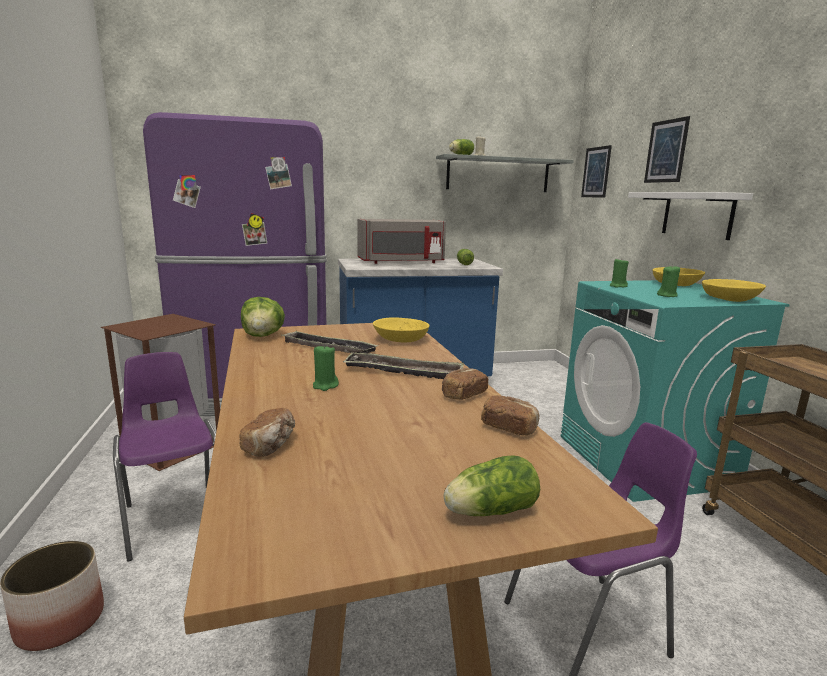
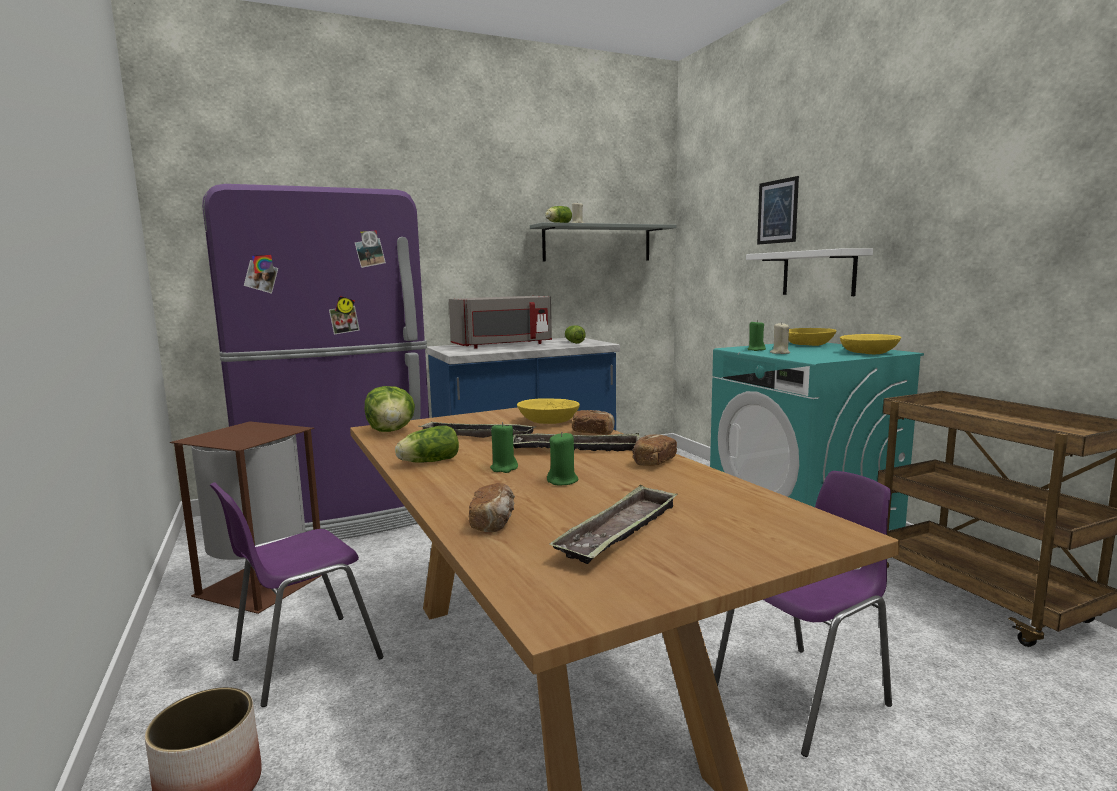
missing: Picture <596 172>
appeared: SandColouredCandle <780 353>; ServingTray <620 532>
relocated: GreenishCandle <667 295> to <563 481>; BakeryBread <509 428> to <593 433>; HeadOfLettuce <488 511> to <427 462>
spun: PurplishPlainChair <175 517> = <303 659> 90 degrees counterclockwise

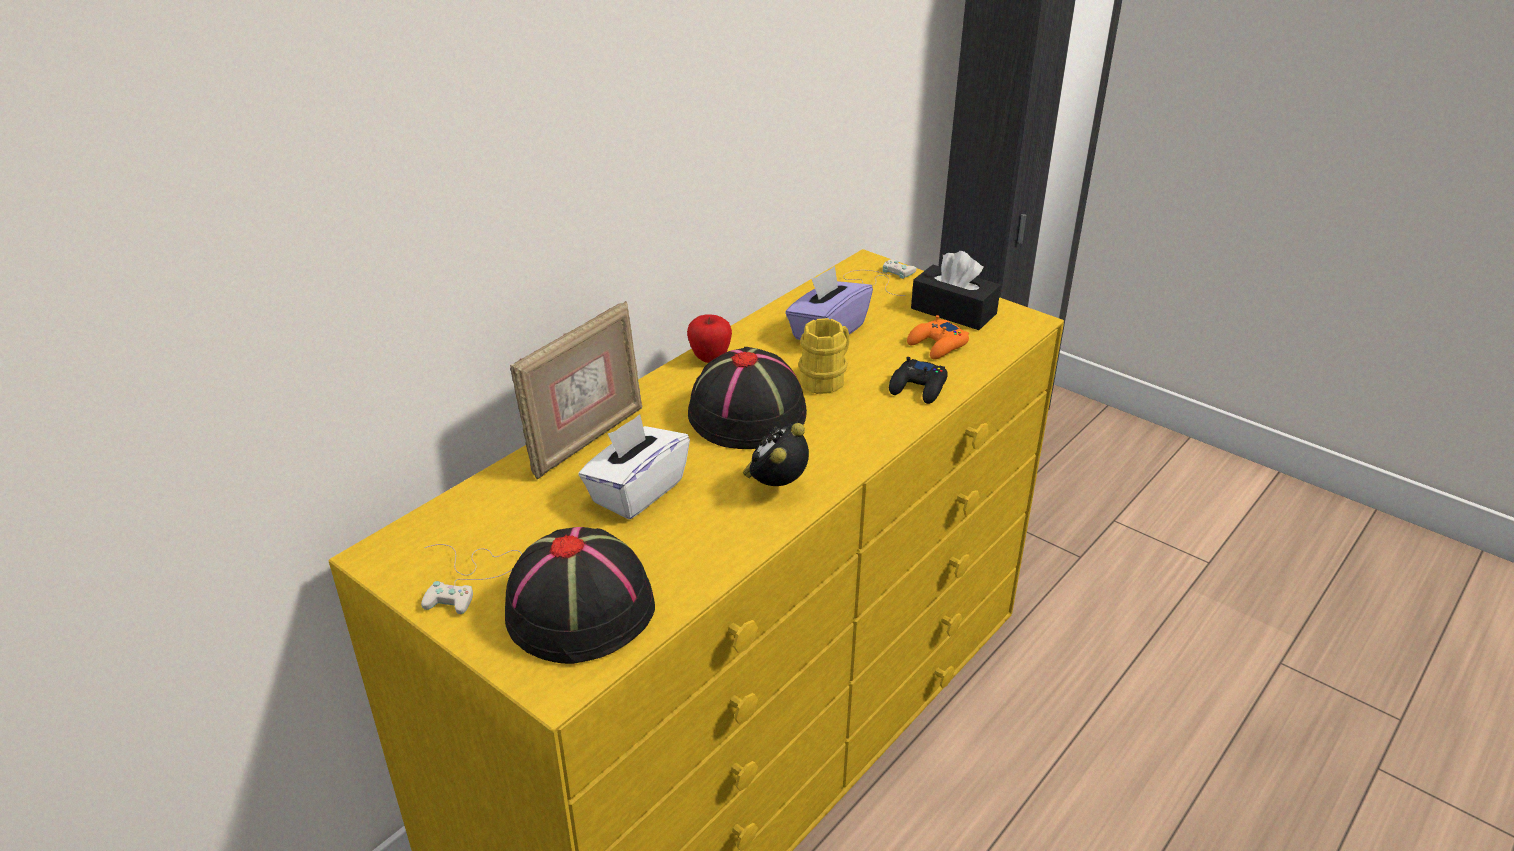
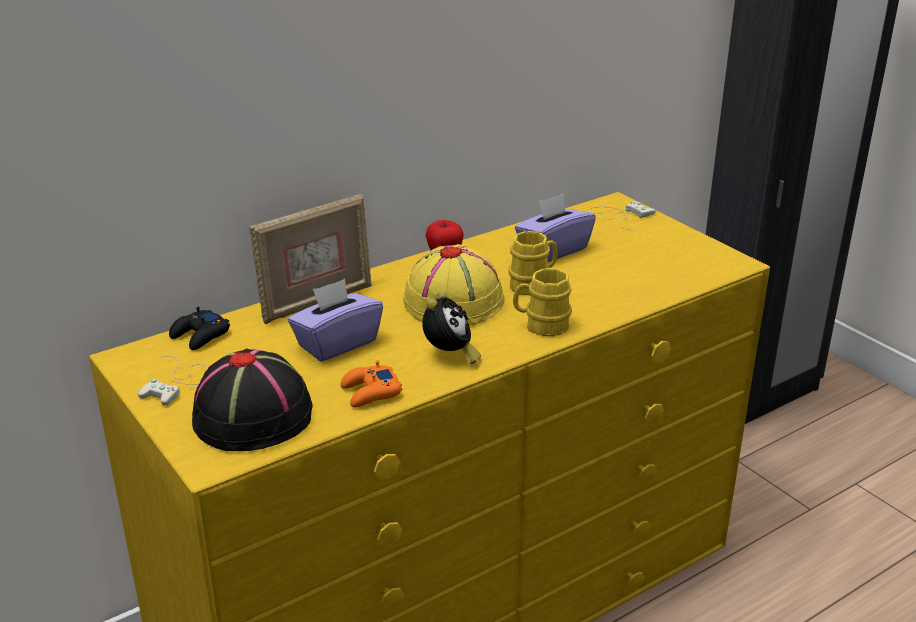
missing: BlackColouredBoxOfTissues <953 311>
appeared: YellowColouredCoffeeMug <541 325>
relocated: OrangeGameController <937 345> to <370 392>; BlackColouredGameController <918 388> to <200 336>
colour: BlackColouredWearableHat <748 414> to YellowColouredWearableHat <454 301>; WhitishBoxOfTissues <636 491> to PurplishBoxOfTissues <337 343>
spun: TableClock <776 486> = <449 356> 150 degrees clockwise

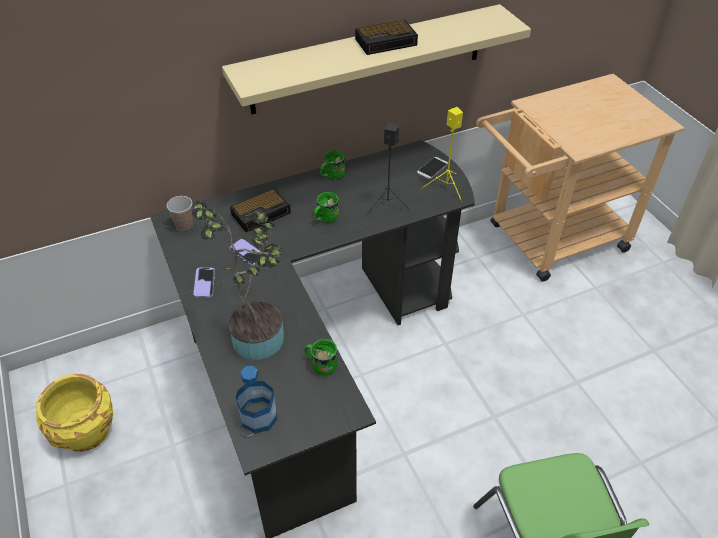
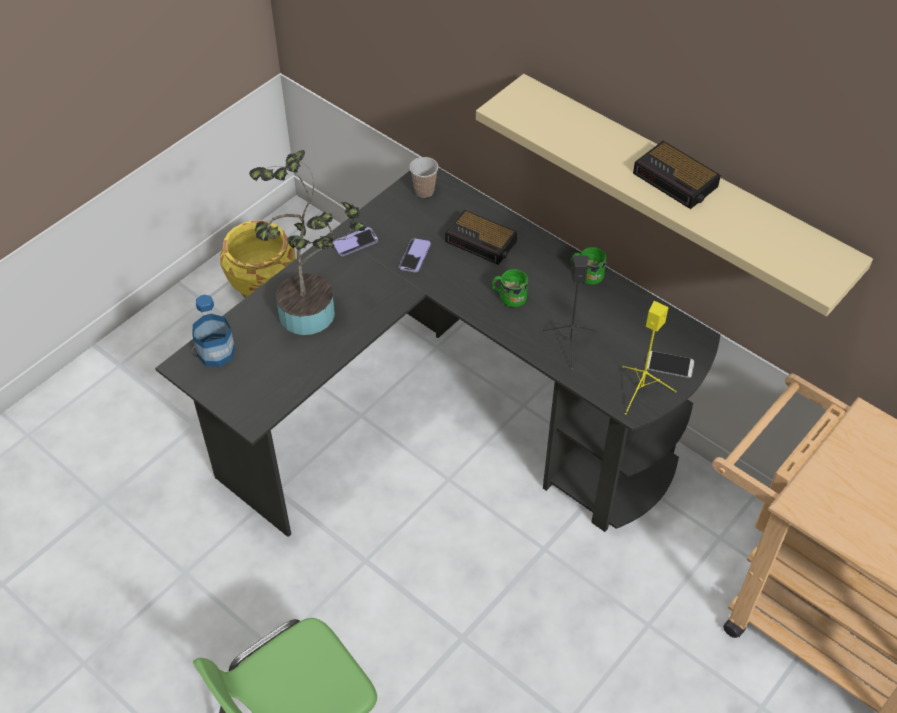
missing: GreenishCoffeeMug <321 364>

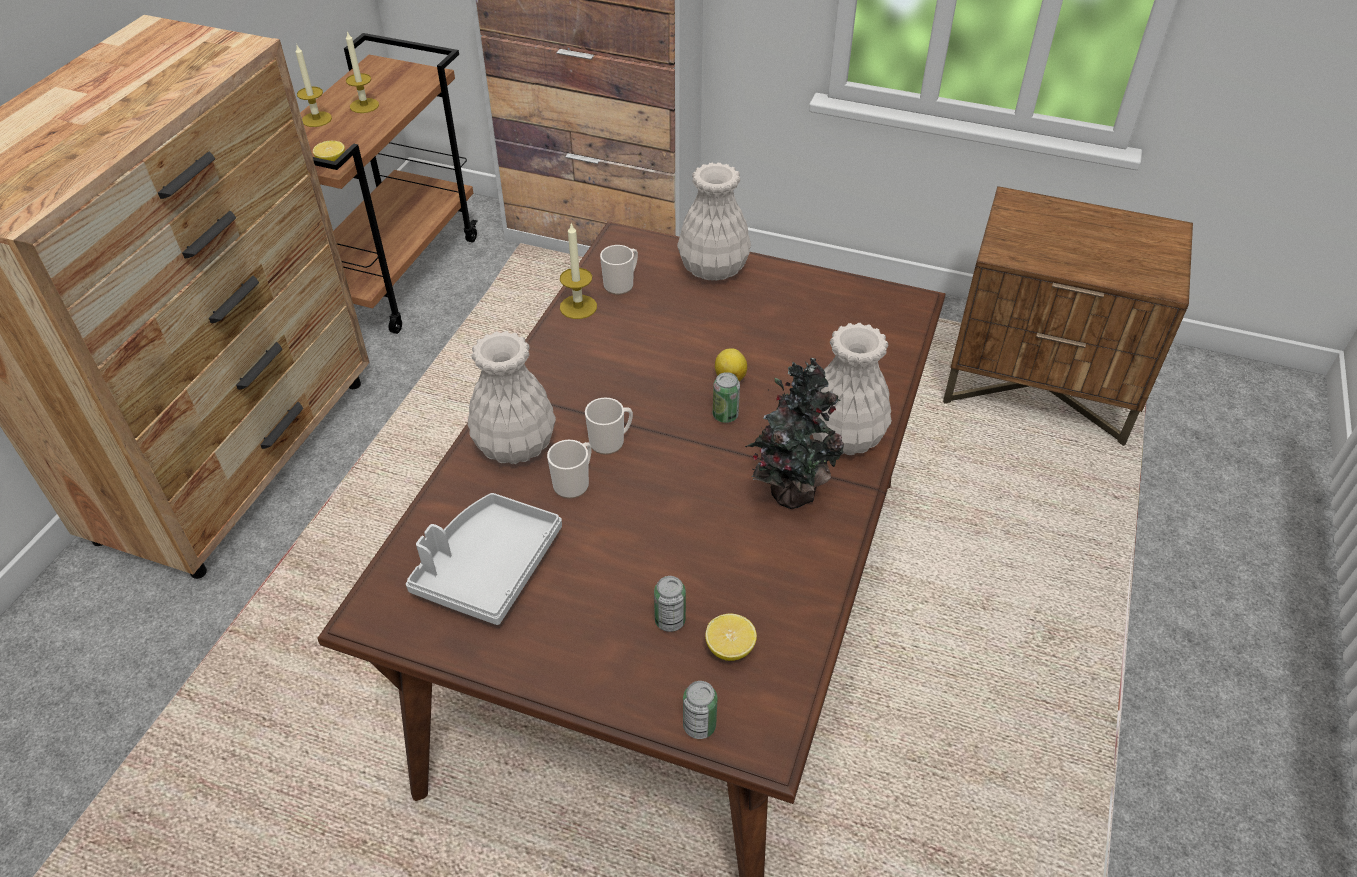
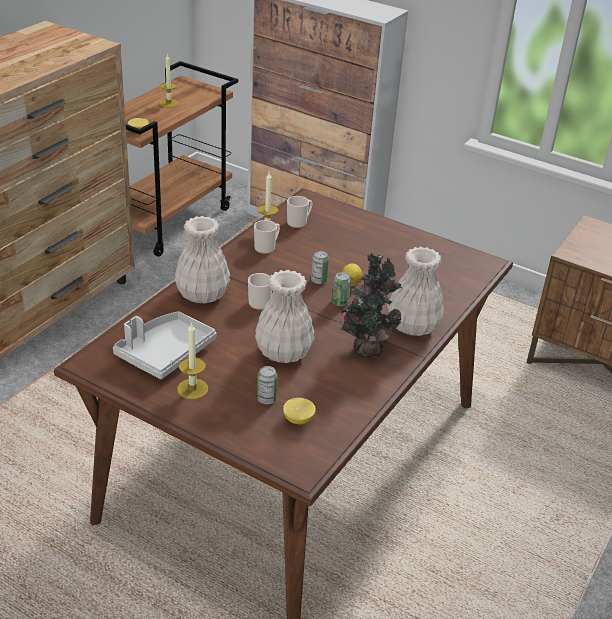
relocated: Candle <316 119> to <192 389>; WhitishFlowerVase <712 269> to <283 352>; CoffeeMug <574 483> to <267 247>; MetalCan <699 725> to <318 280>

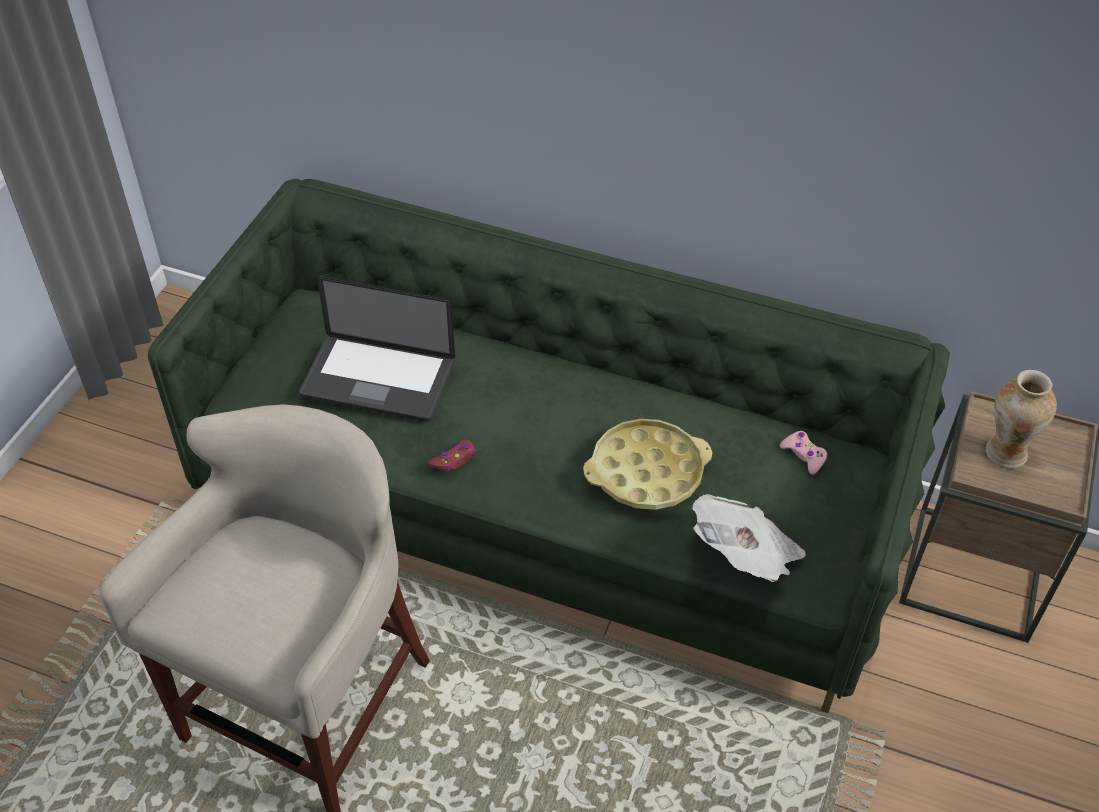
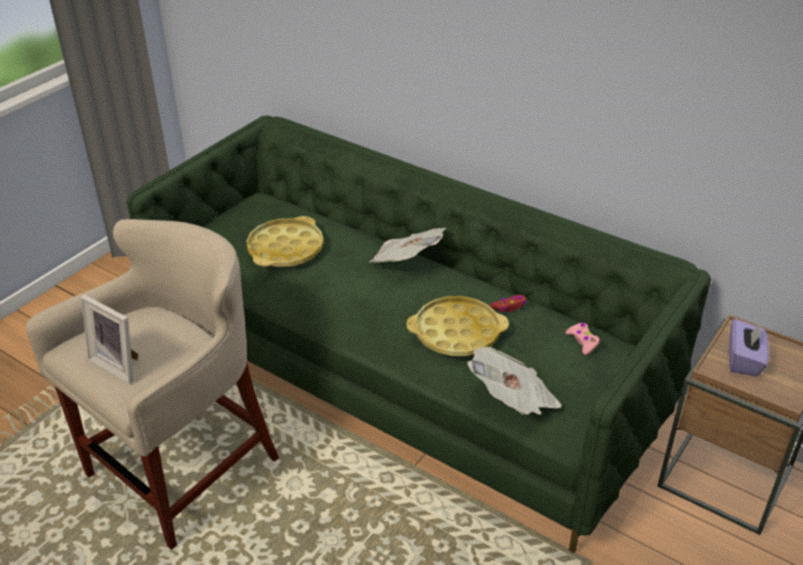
appeared: Newspaper <406 261>; PhotoFrame <119 364>
relocated: RedGameController <454 460> to <509 306>
exchanged: NotebookComputer <378 380> to YellowColouredServingTray <286 249>; FlowerVase <1004 453> to PurplishBoxOfTissues <744 360>

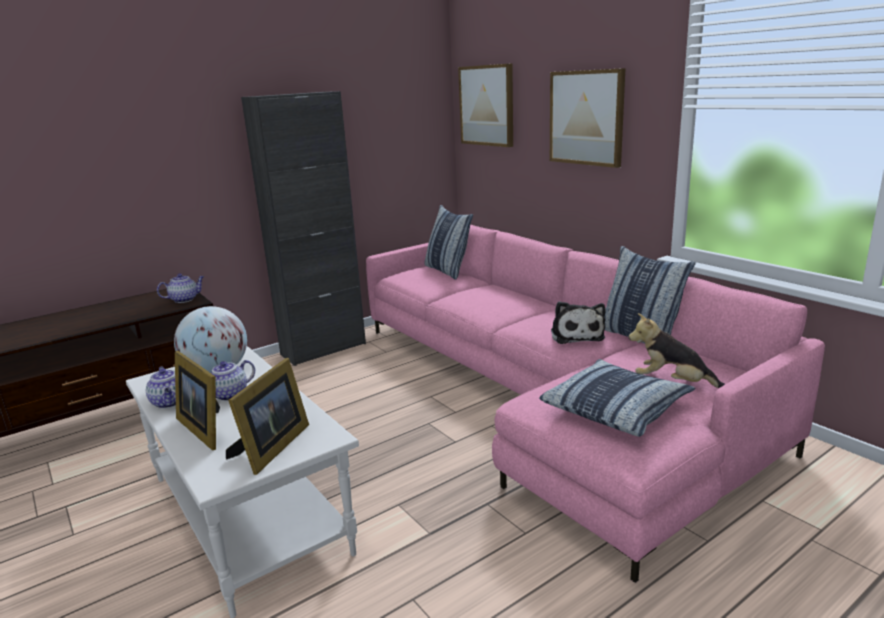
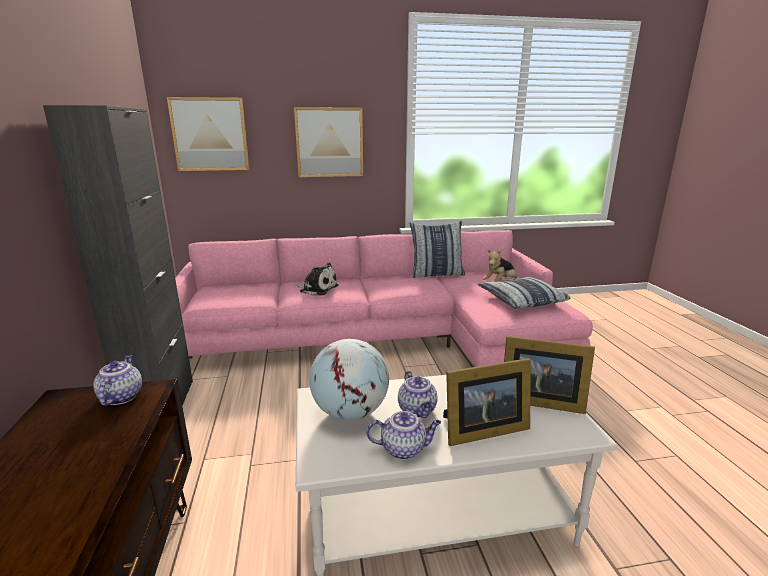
missing: Cushion <448 271>
relocated: SoftToy <576 335> to <317 289>
spun: PhotoFrame <271 448> = <538 400> 150 degrees clockwise

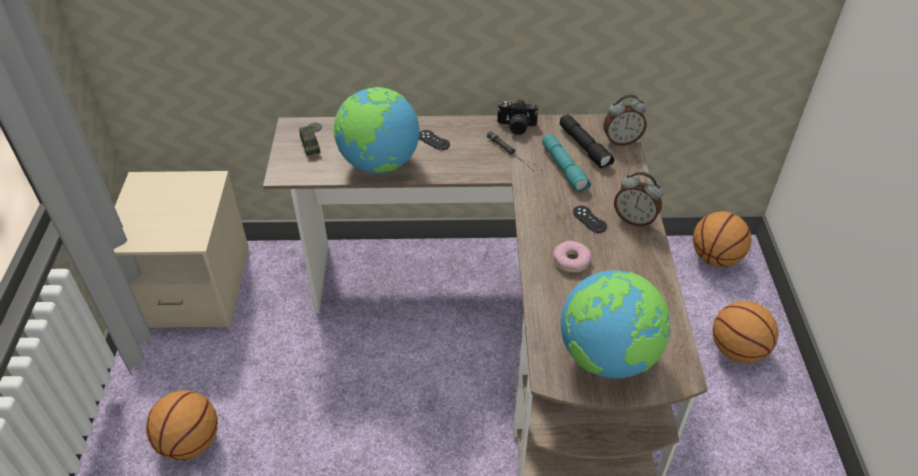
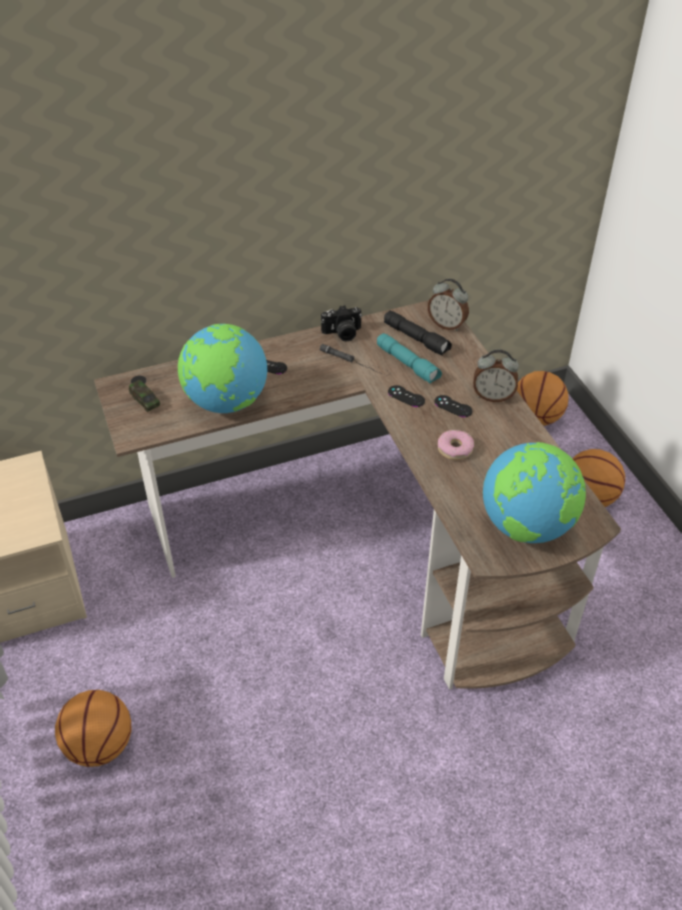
appeared: BlackColouredGameController <406 396>
spun: TableClock <621 140> = <447 325> 60 degrees clockwise

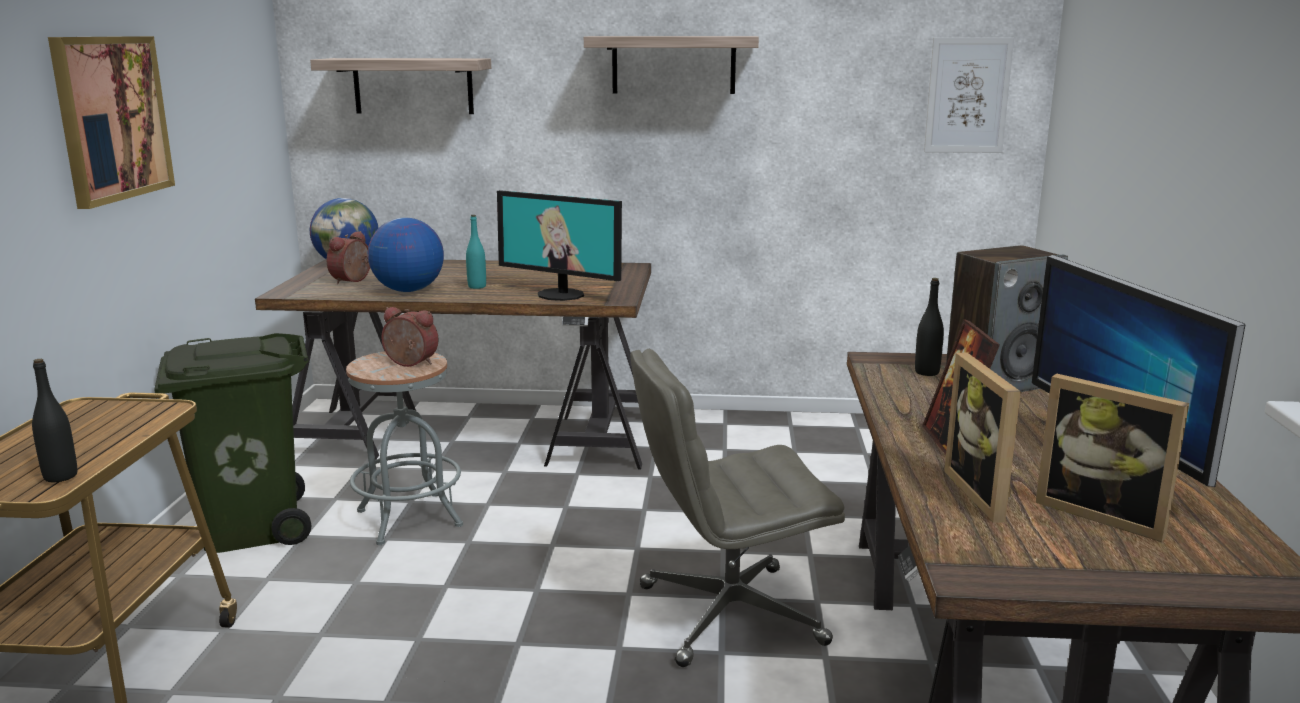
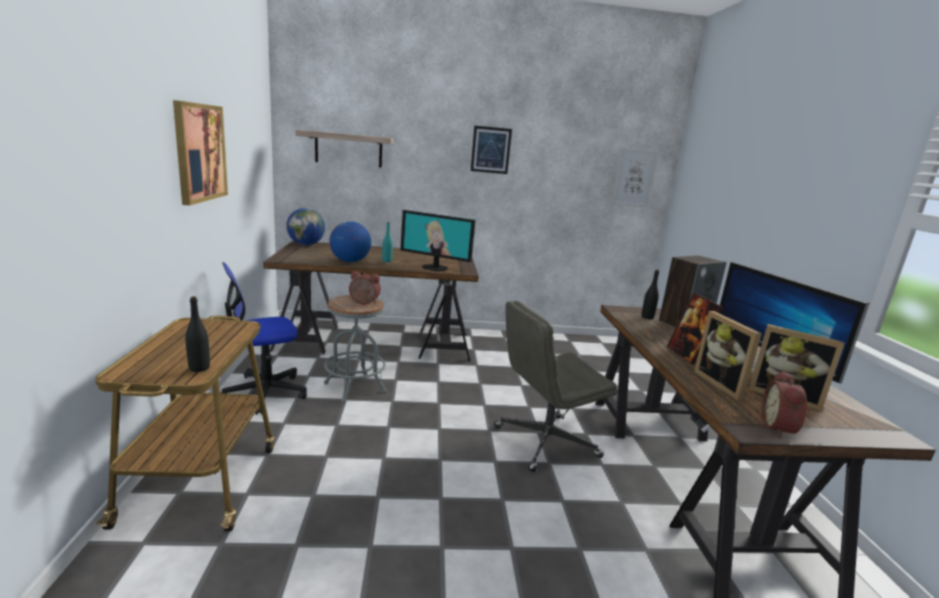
relocated: TableClock <353 281> to <780 428>
exchanged: WallShelf <673 65> to Picture <491 150>; GreenishWasteBin <251 527> to ComputerChair <264 392>

